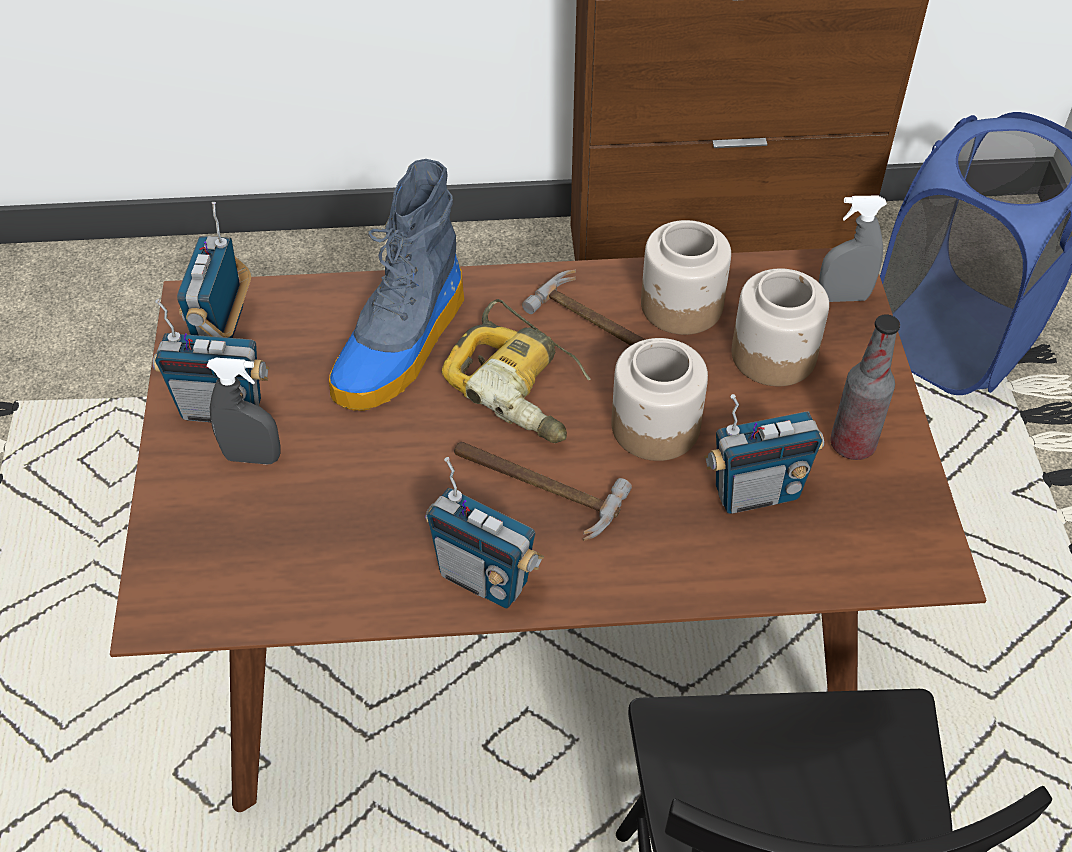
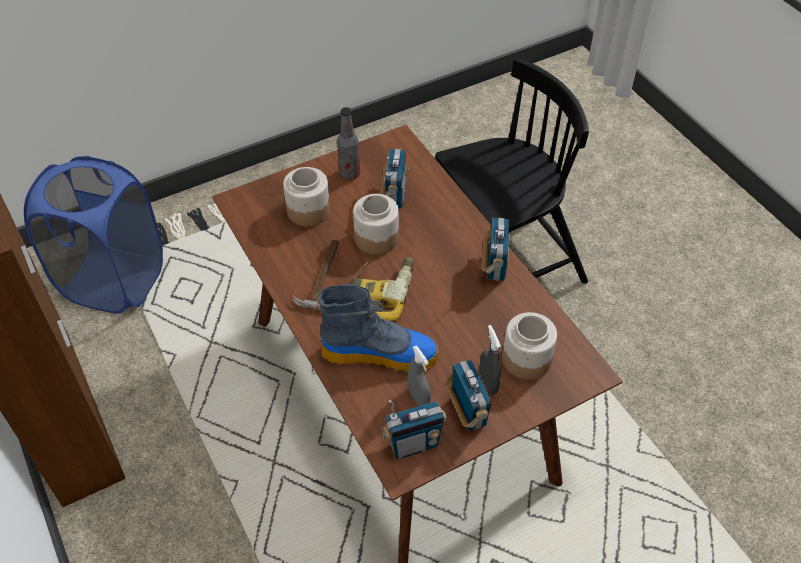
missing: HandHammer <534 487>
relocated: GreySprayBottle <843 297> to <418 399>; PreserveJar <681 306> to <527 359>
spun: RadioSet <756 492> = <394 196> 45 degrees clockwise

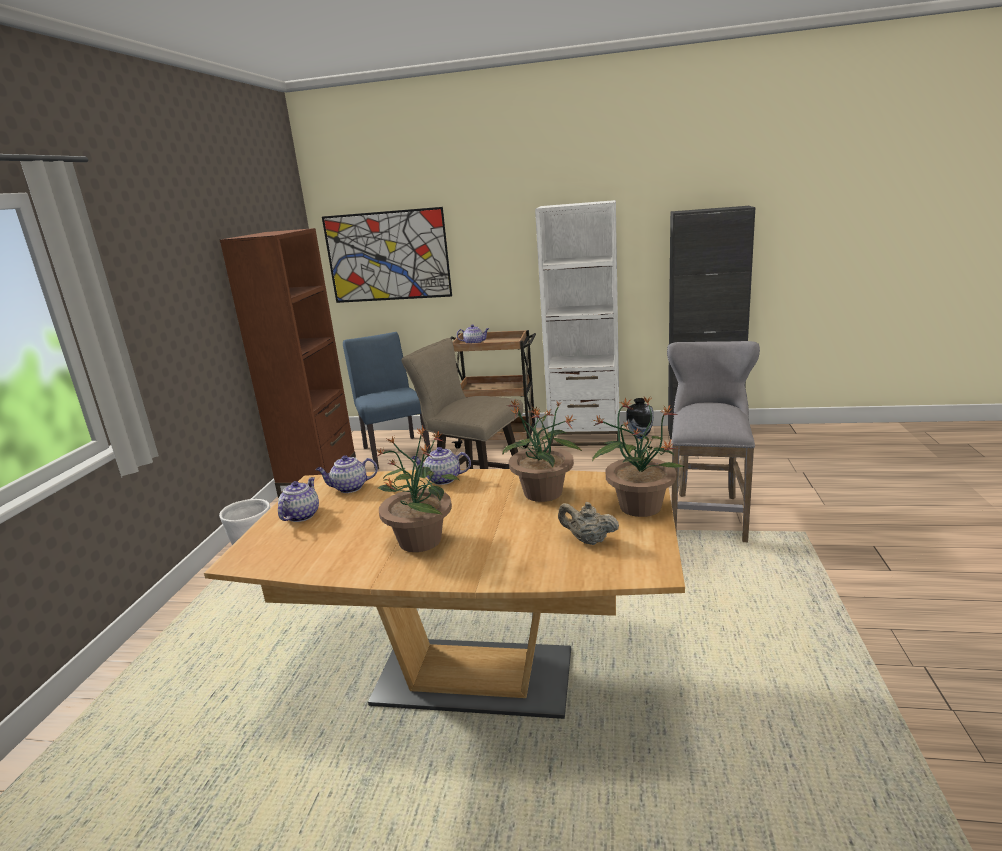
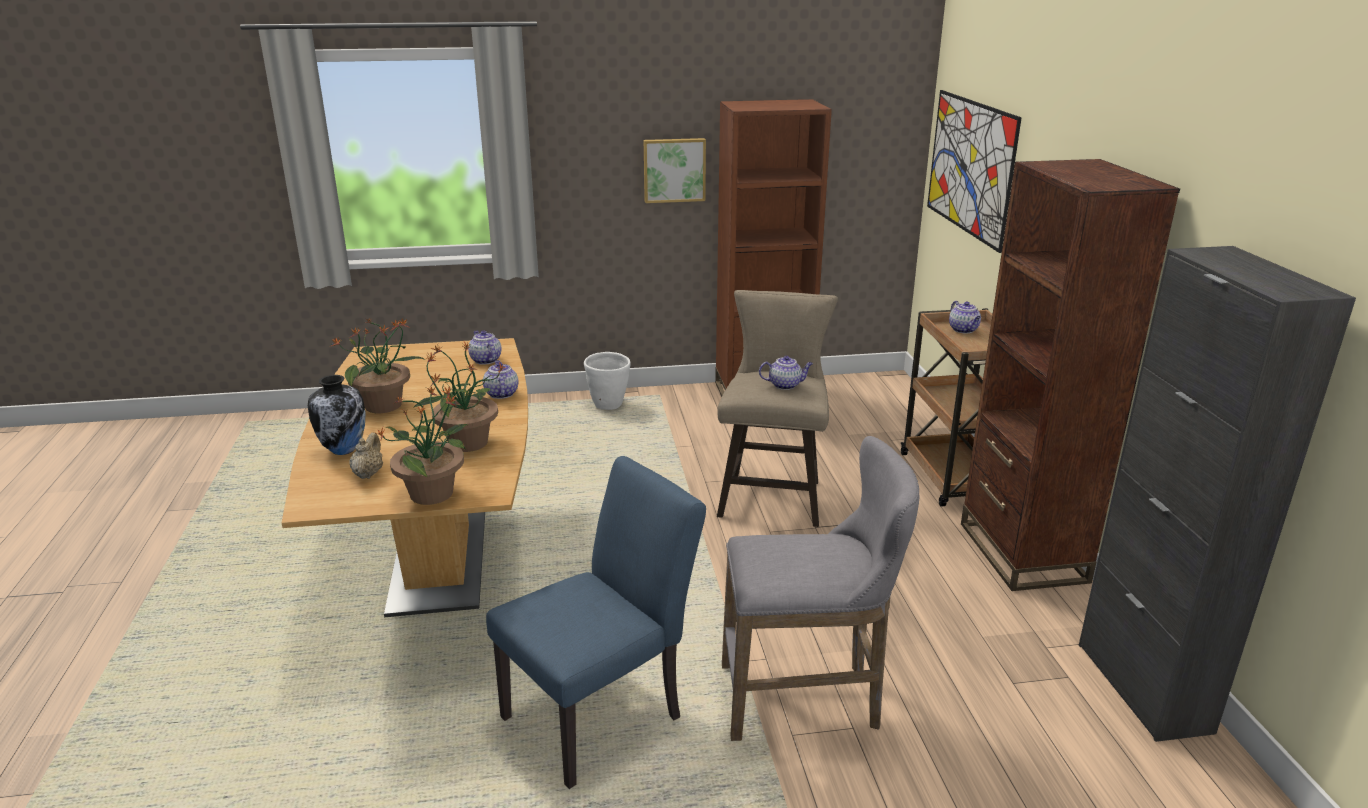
appeared: Picture <674 170>
relocated: BlueColouredPlainChair <394 450> to <603 712>; FlowerVase <640 436> to <344 450>; TeaPot <301 515> to <785 385>
colour: WhitishBookshelf <585 436> to BrownBookshelf <1022 552>

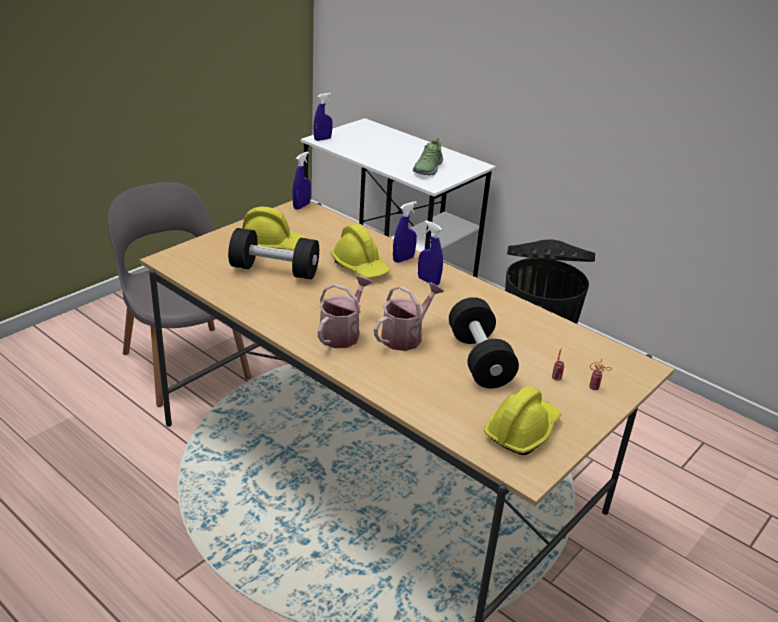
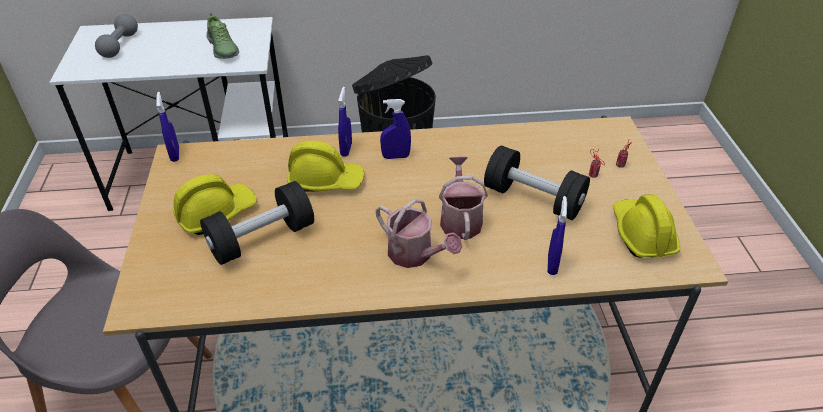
appeared: GreyHandWeight <120 45>
relocated: BlueColouredSprayBottle <322 139> to <552 264>
spun: WateringPot <342 333> = <415 255> 150 degrees clockwise

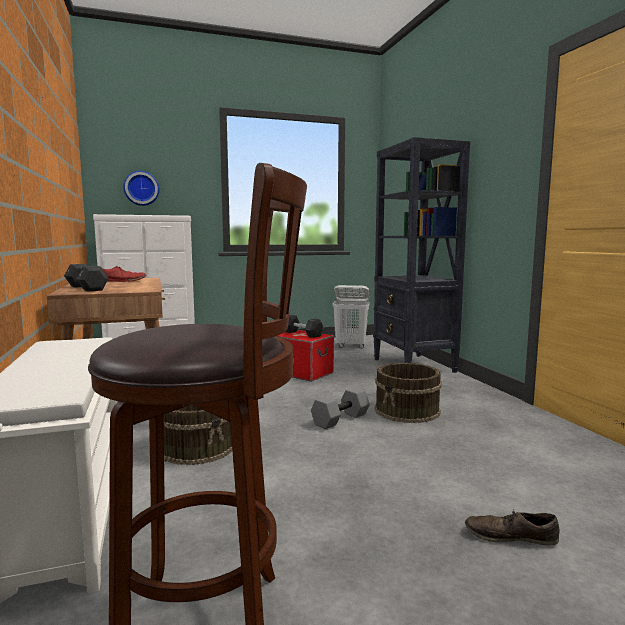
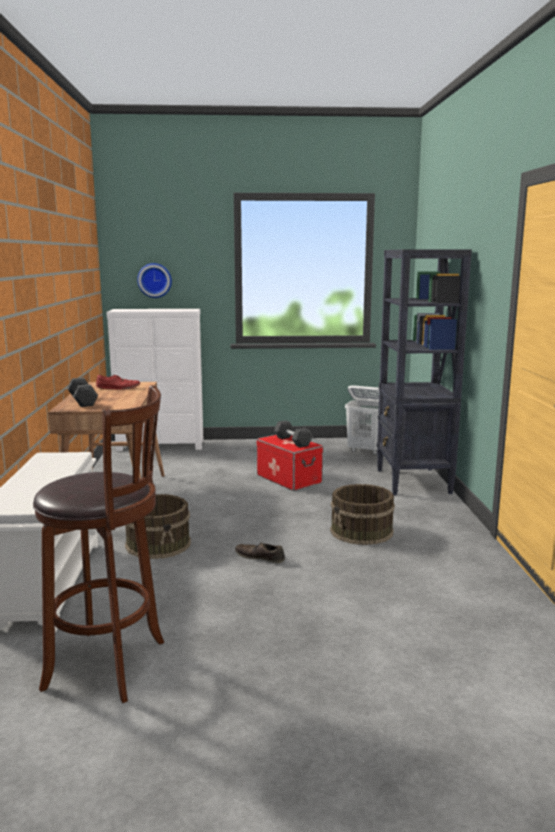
missing: GreyHandWeight <341 420>
relocated: BrownItemOfFootwear <510 536> to <259 557>

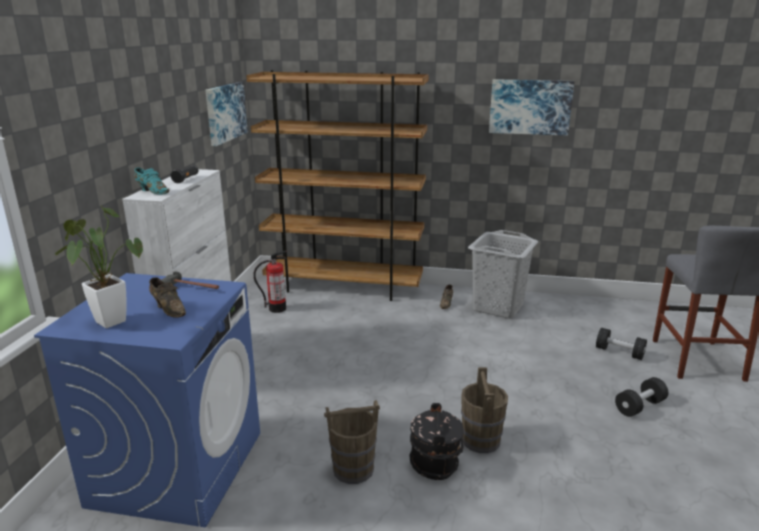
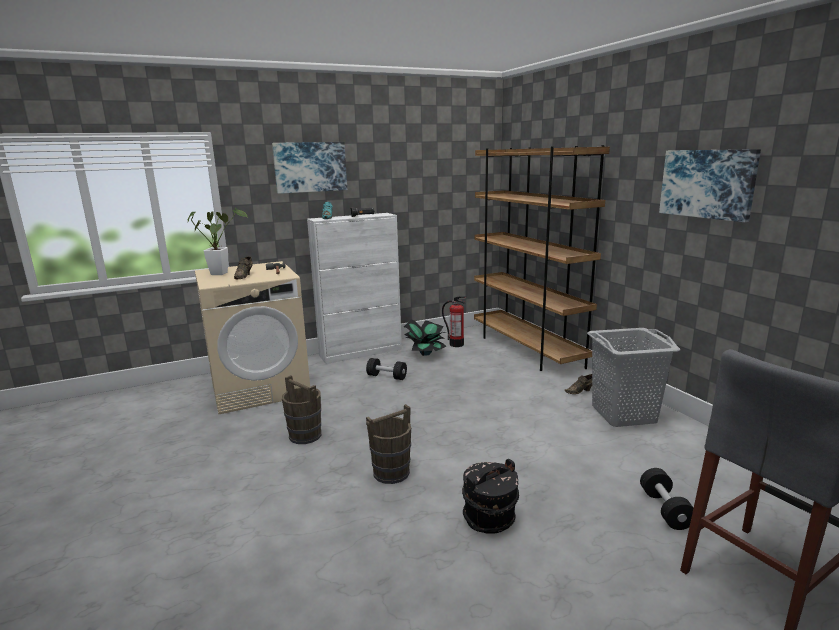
appeared: PlantInAPot <426 353>
relocated: Picture <225 112> to <310 167>; BlackColouredHandWeight <639 406> to <387 377>; BlackColouredPail <435 464> to <489 519>
colour: BlueColouredLaundryAppliance <178 467> to SandColouredLaundryAppliance <260 388>

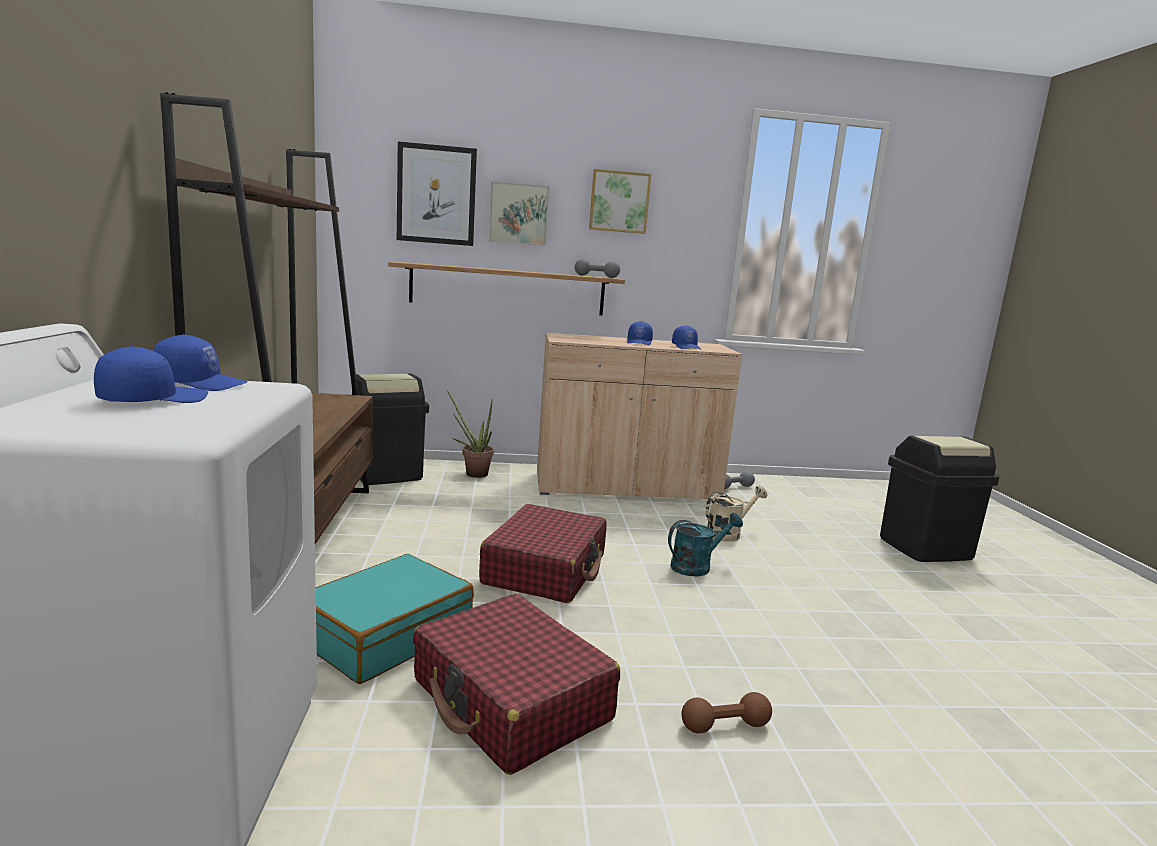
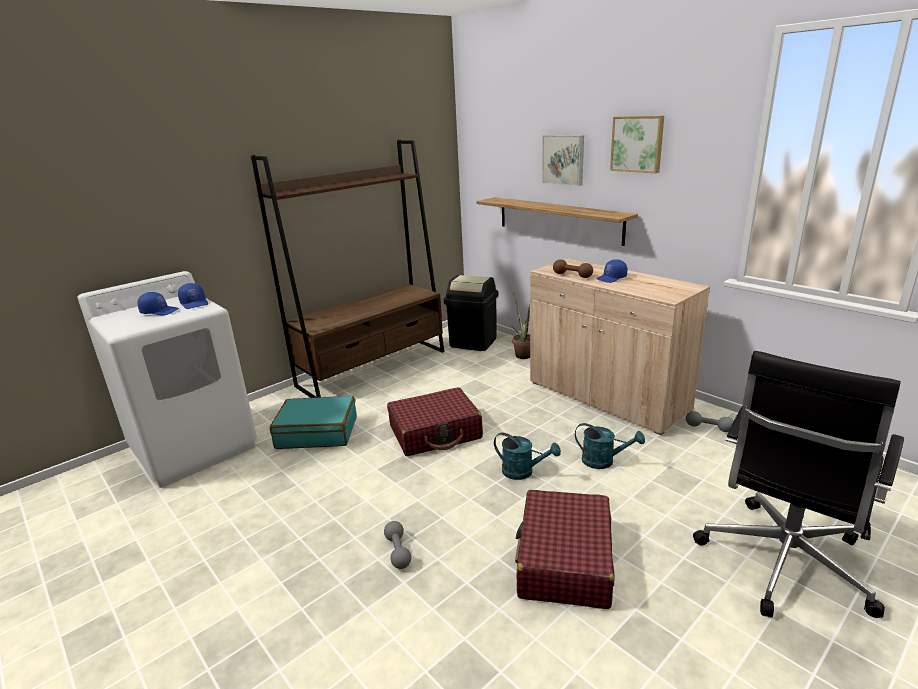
missing: Picture <436 195>; BlueColouredBaseballCap <686 347>
relocated: GreyHandWeight <596 276> to <398 551>; RedTravelCase <511 701> to <564 560>; BrownHandWeight <725 726> to <572 275>
exchanged: BlackColouredWasteBin <925 548> to BlackColouredComputerChair <782 564>
colour: SandColouredWateringPot <728 533> to TurquoiseColouredWateringPot <604 461>

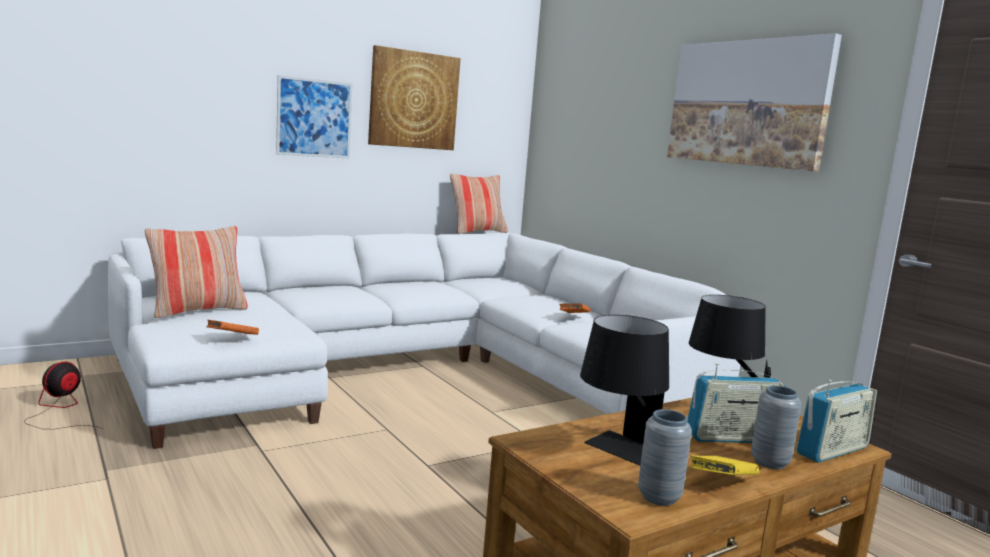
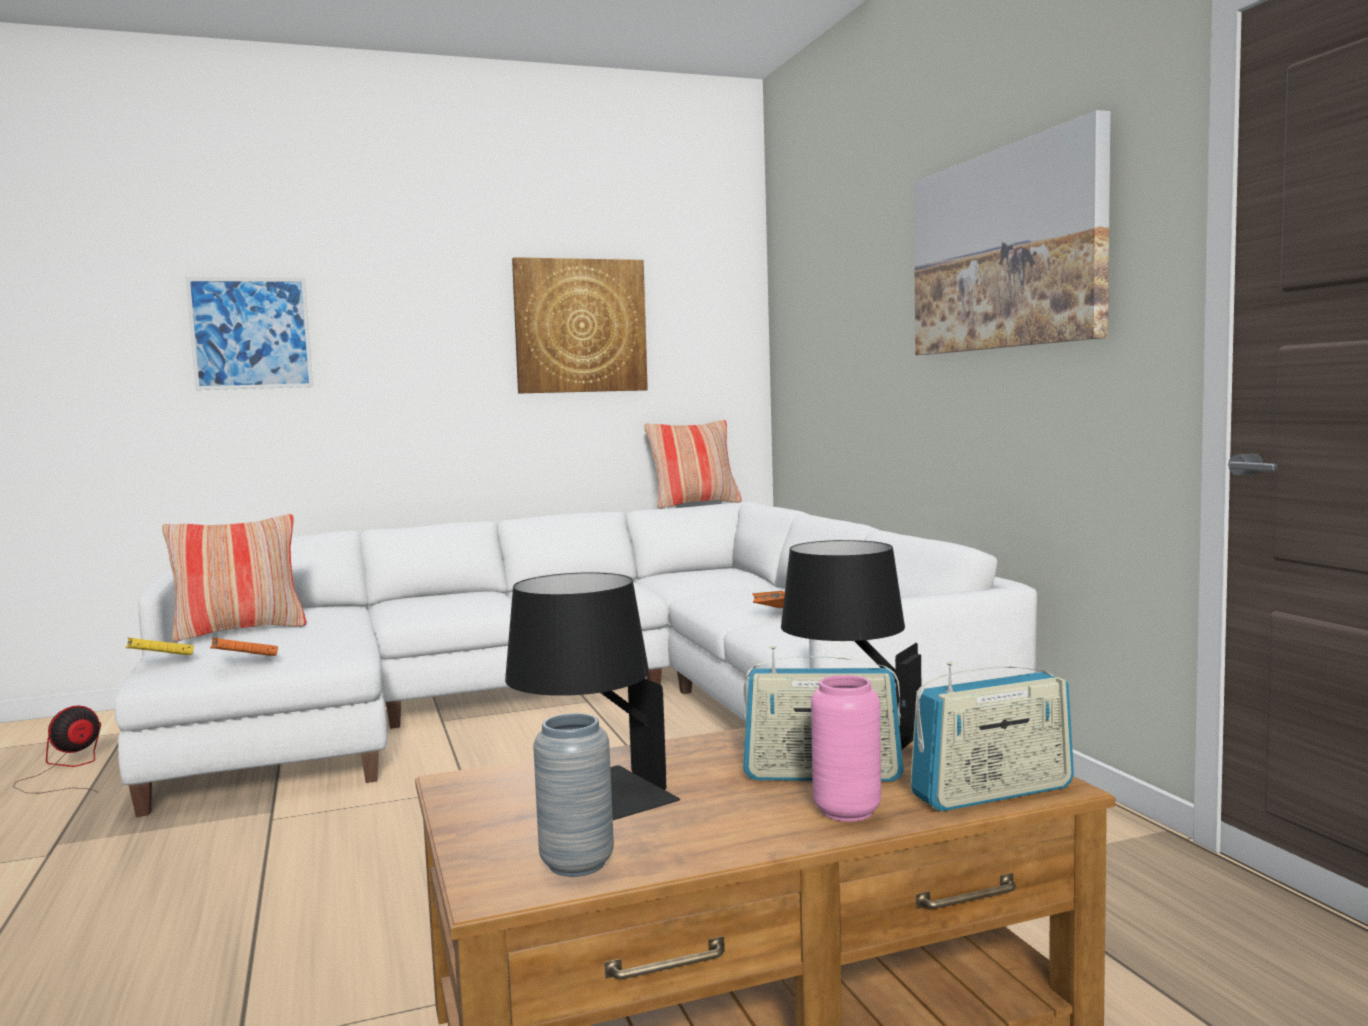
relocated: Picture <314 118> to <251 333>; YellowColouredBook <721 482> to <161 662>
colour: GreyFlowerVase <769 462> to PinkColouredFlowerVase <847 811>

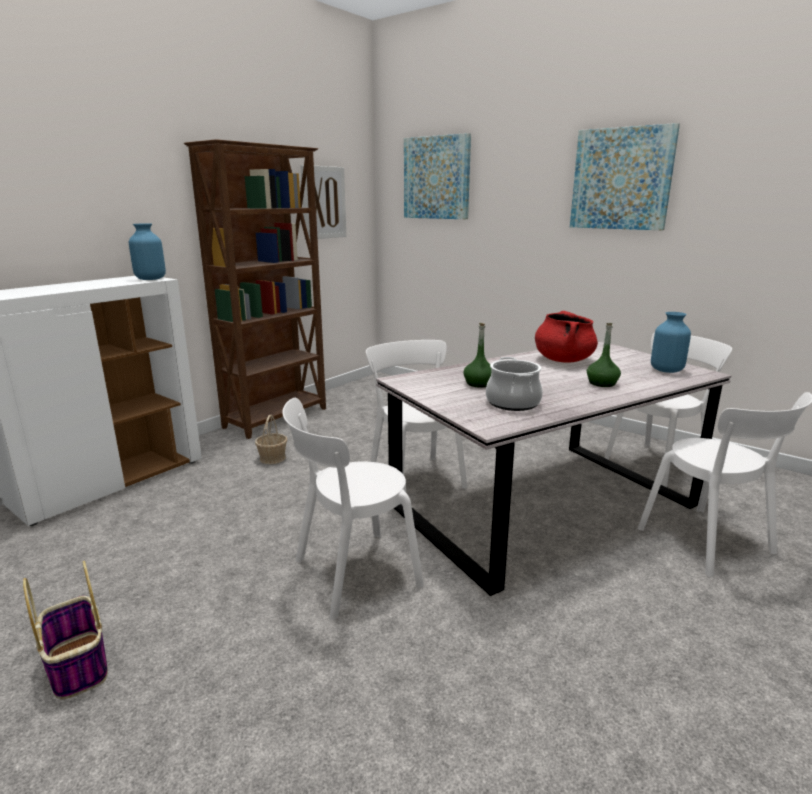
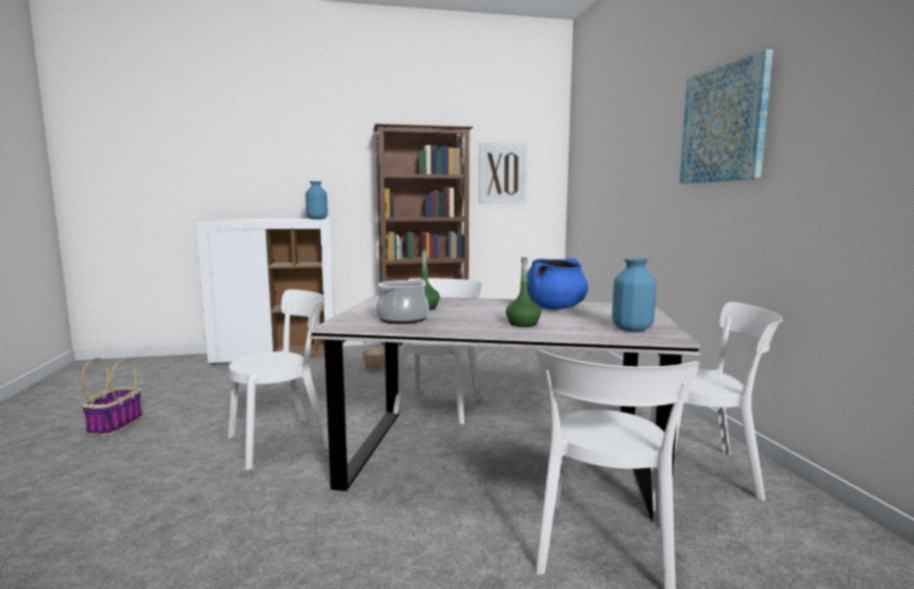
missing: Picture <436 178>
colour: RedCookingPot <563 360> to BlueColouredCookingPot <554 308>
spun: WhitishPlainChair <351 574> = <284 440> 135 degrees clockwise

